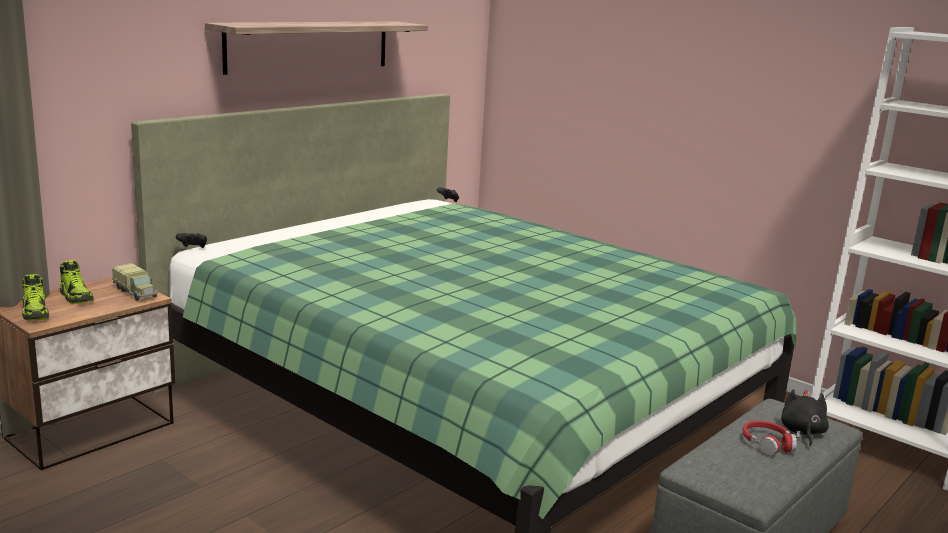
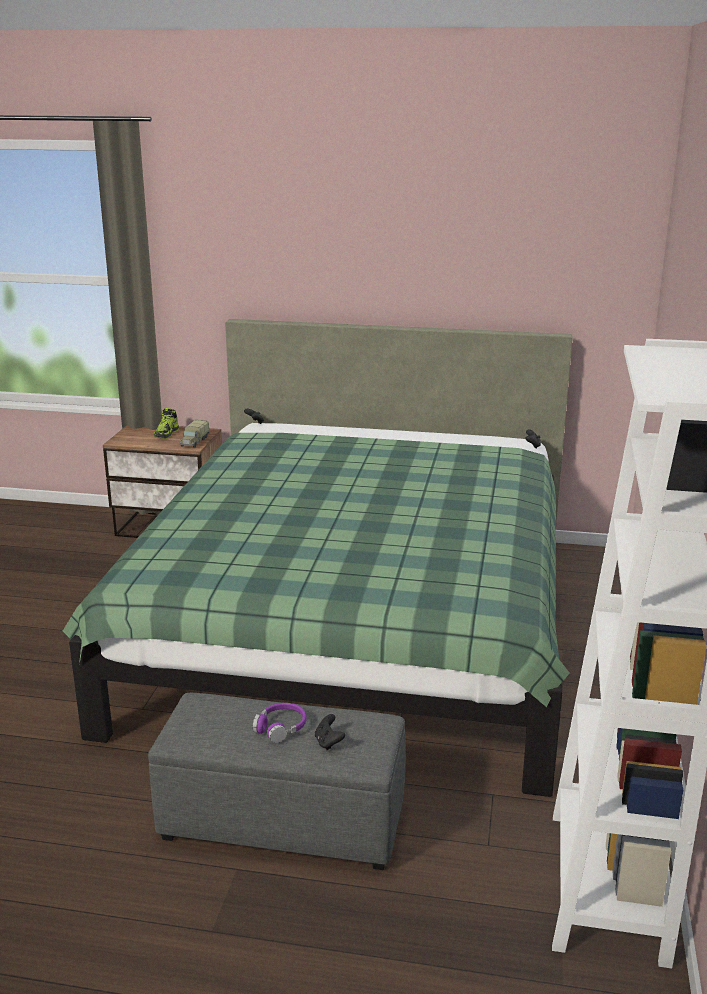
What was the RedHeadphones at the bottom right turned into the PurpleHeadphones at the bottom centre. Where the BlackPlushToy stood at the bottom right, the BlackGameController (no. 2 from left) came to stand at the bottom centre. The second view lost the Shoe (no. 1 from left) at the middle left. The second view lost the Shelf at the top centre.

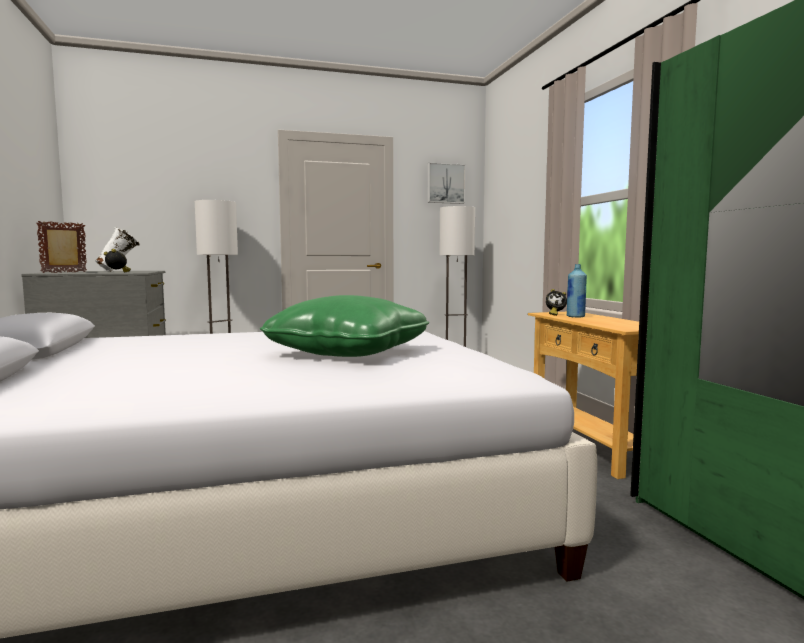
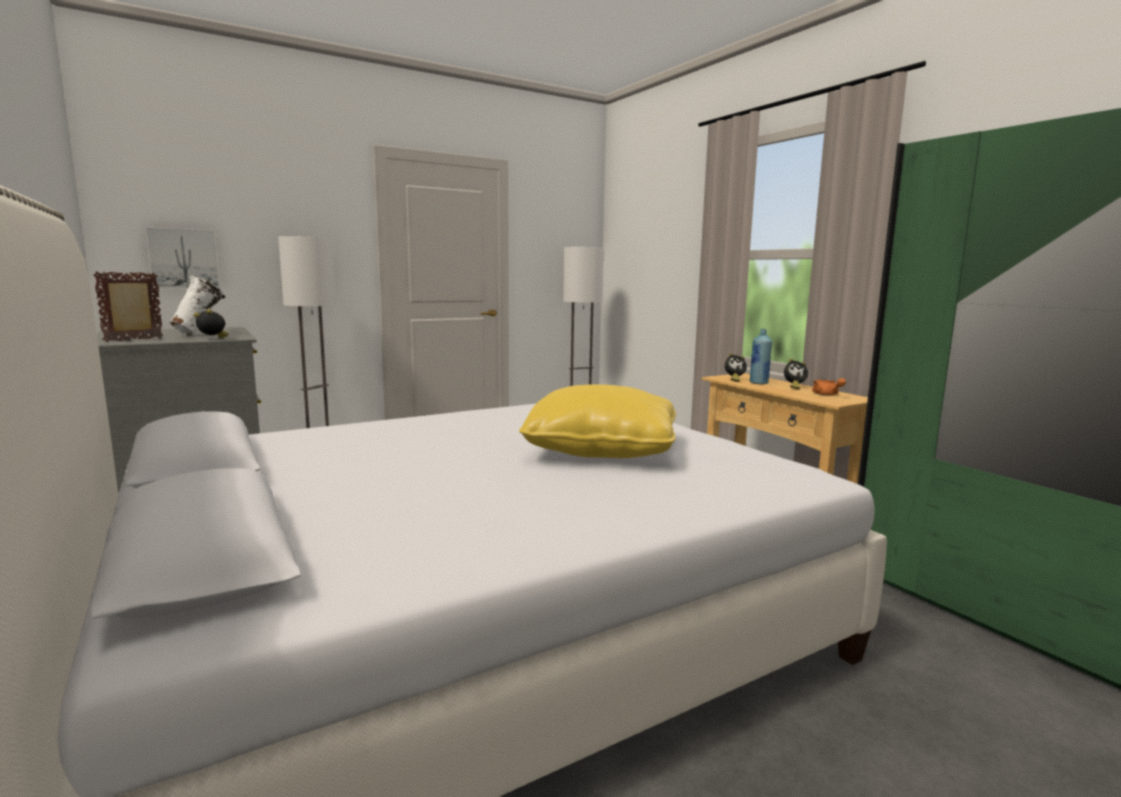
The Picture ended up elsewhere, having gone from the top centre to the top left. What was the GreenPillow at the centre turned into the YellowPillow at the centre. The second view gained the AlarmClock (no. 3 from left) at the middle right. The second view gained the OrangeTeapot at the middle right.

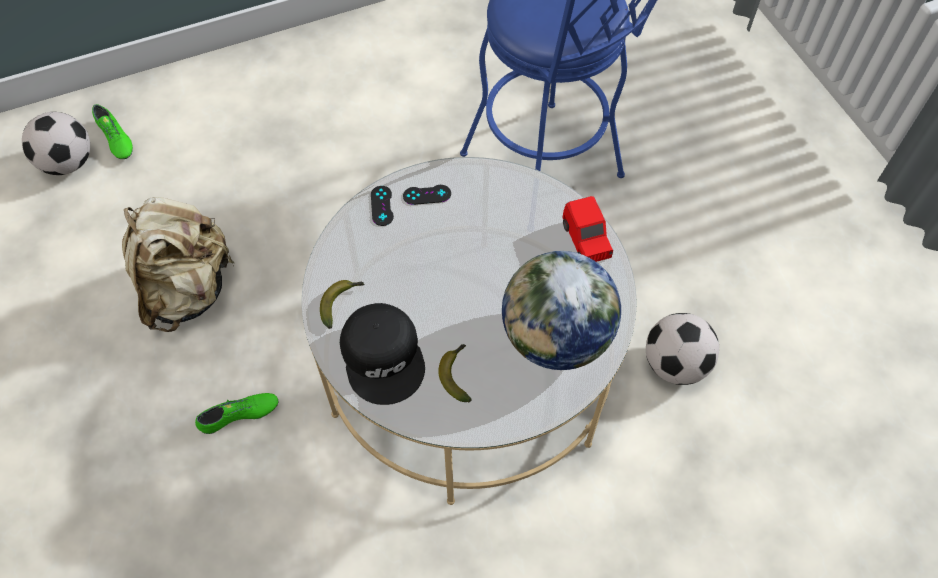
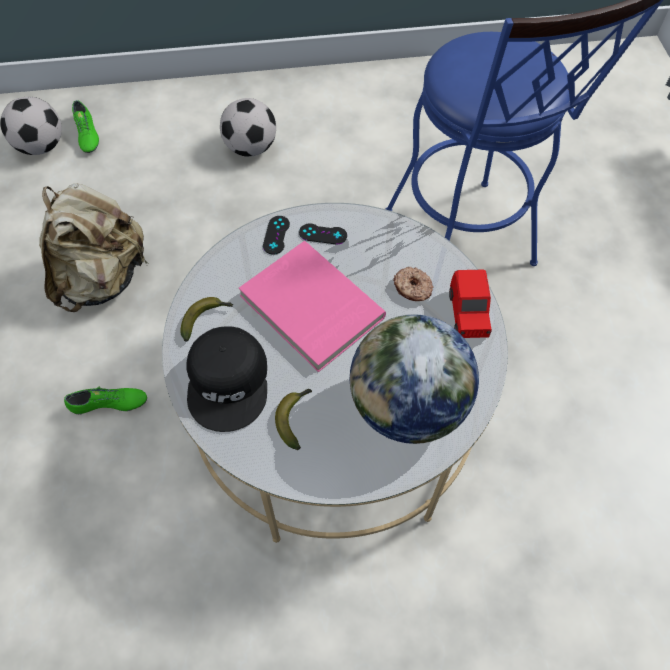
The Football (no. 2 from left) ended up elsewhere, having gone from the middle right to the top centre. The second view gained the PinkBook at the centre. The second view gained the Donut at the centre.

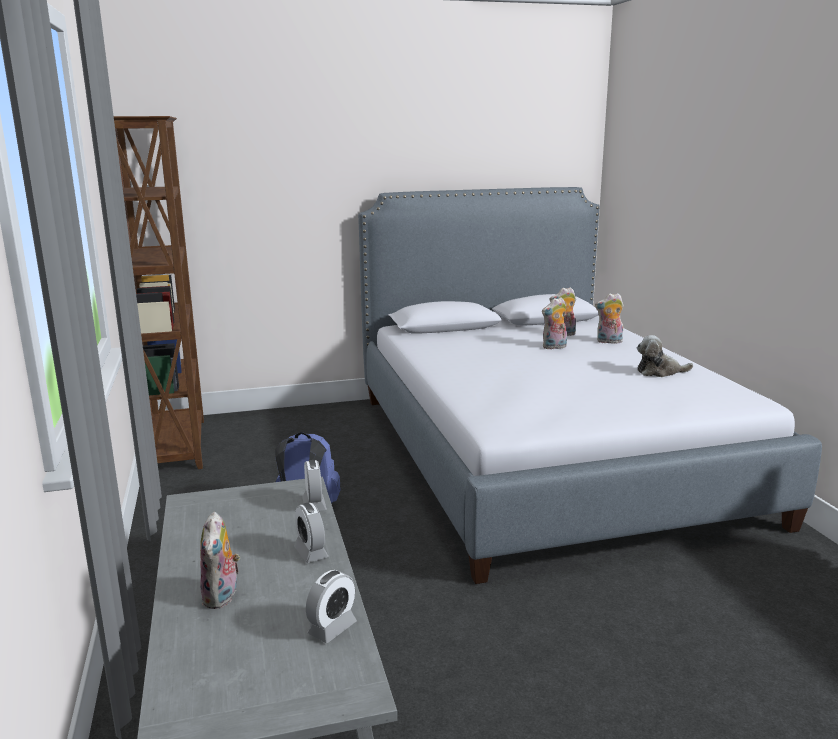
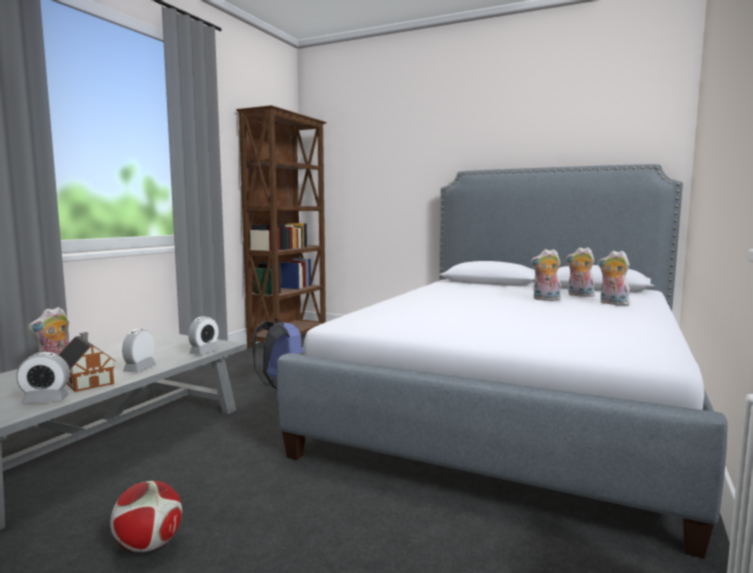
The second view gained the ToyHouse at the middle left. The second view gained the Football at the bottom left. The second view lost the PlushToy (no. 5 from left) at the middle right.

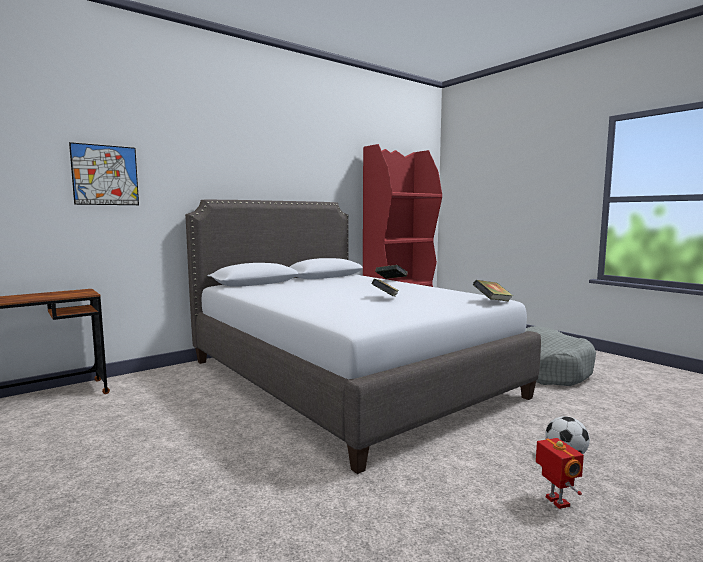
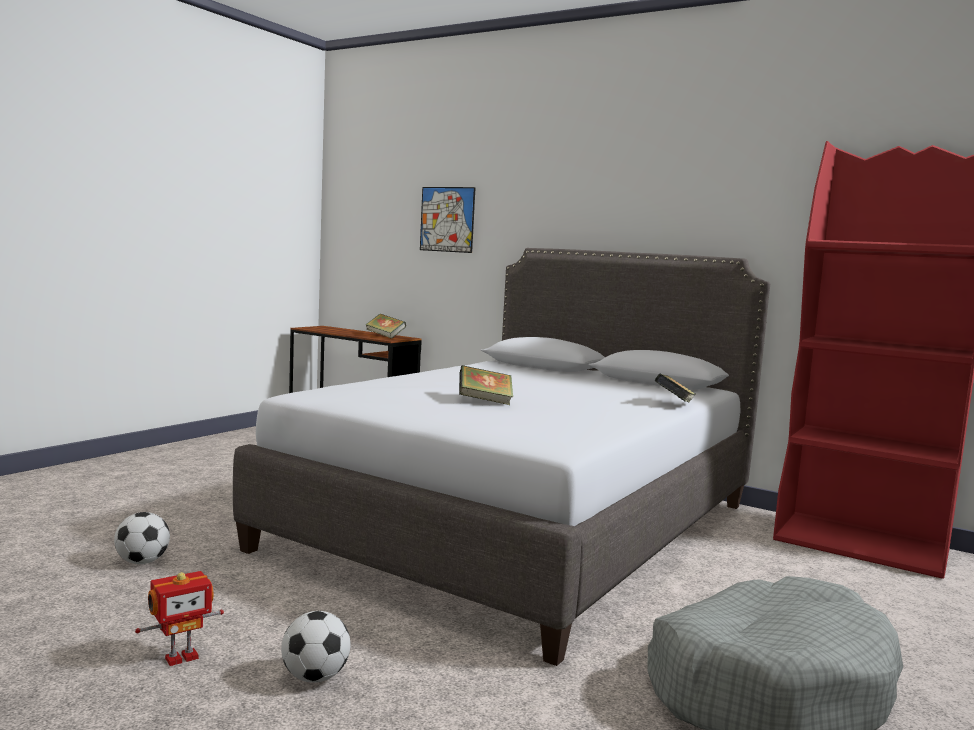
The second view gained the Football (no. 1 from left) at the bottom left. The Book (no. 3 from left in the first image) ended up elsewhere, having gone from the middle right to the centre.

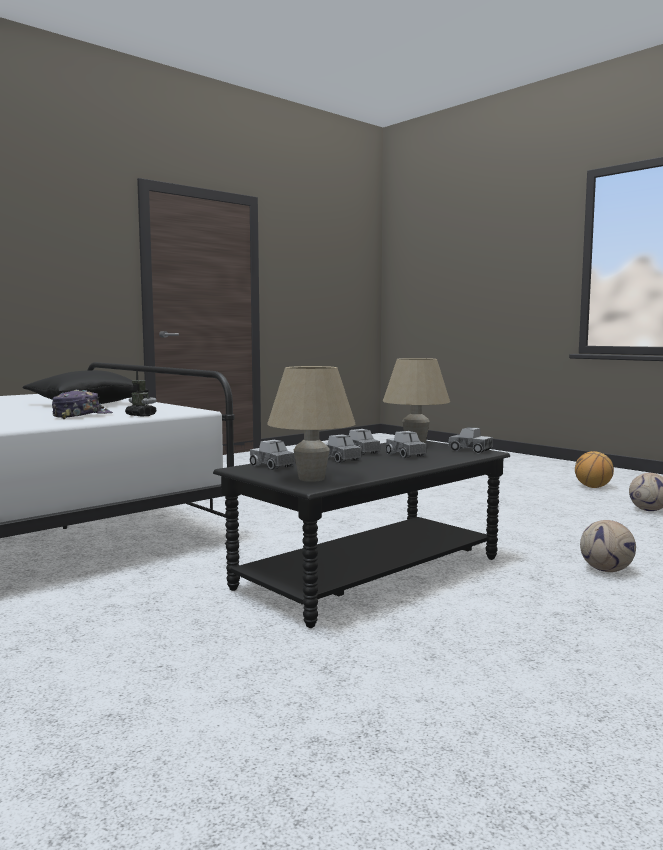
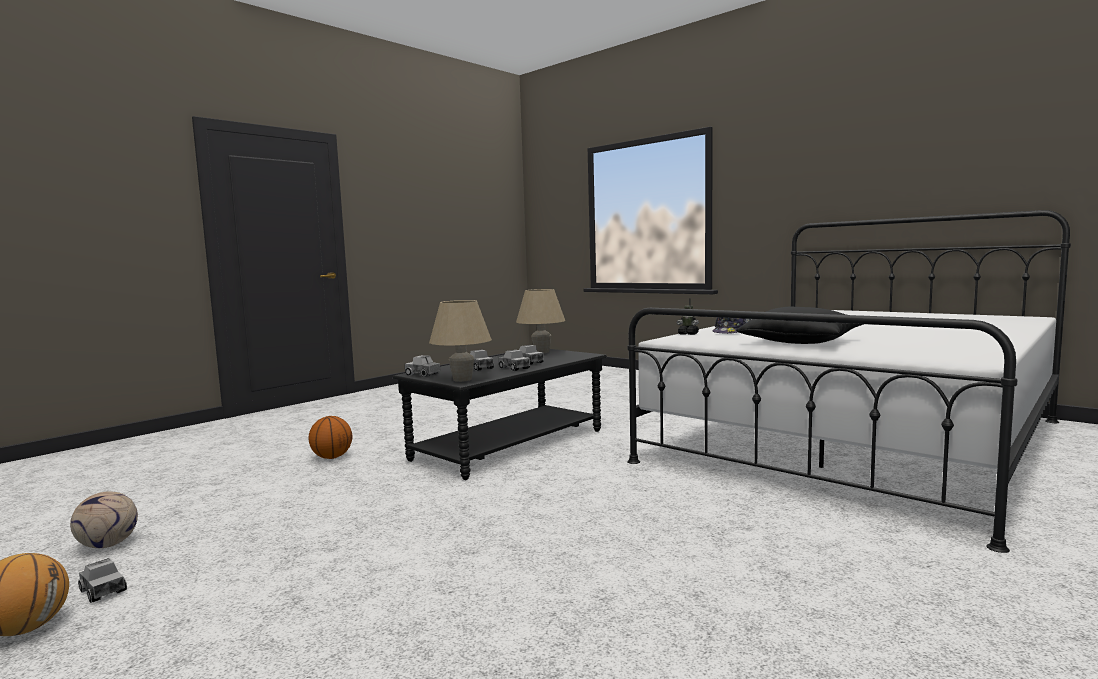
The ToyTruck (no. 1 from left) ended up elsewhere, having gone from the centre to the bottom left. Where the Football (no. 1 from left) stood at the middle right, the Basketball (no. 2 from left) came to stand at the middle left.

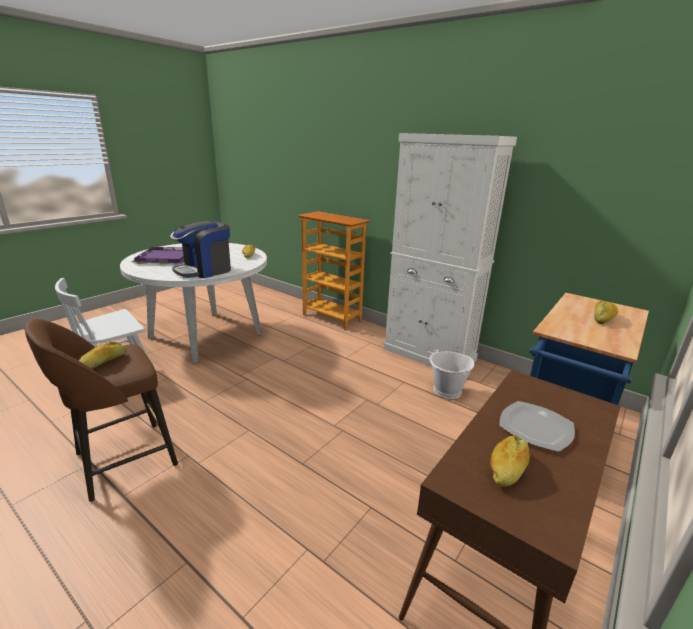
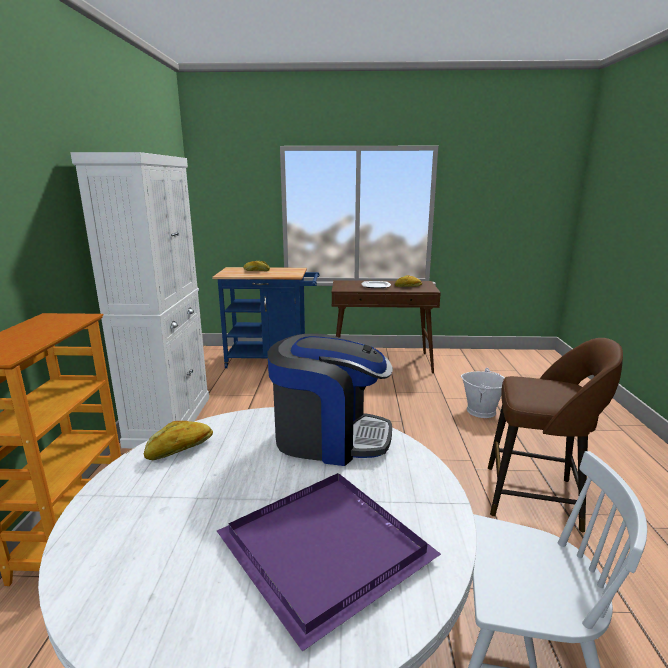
The WhiteBucket ended up elsewhere, having gone from the centre to the middle right. The second view lost the Bread (no. 1 from left) at the middle left.

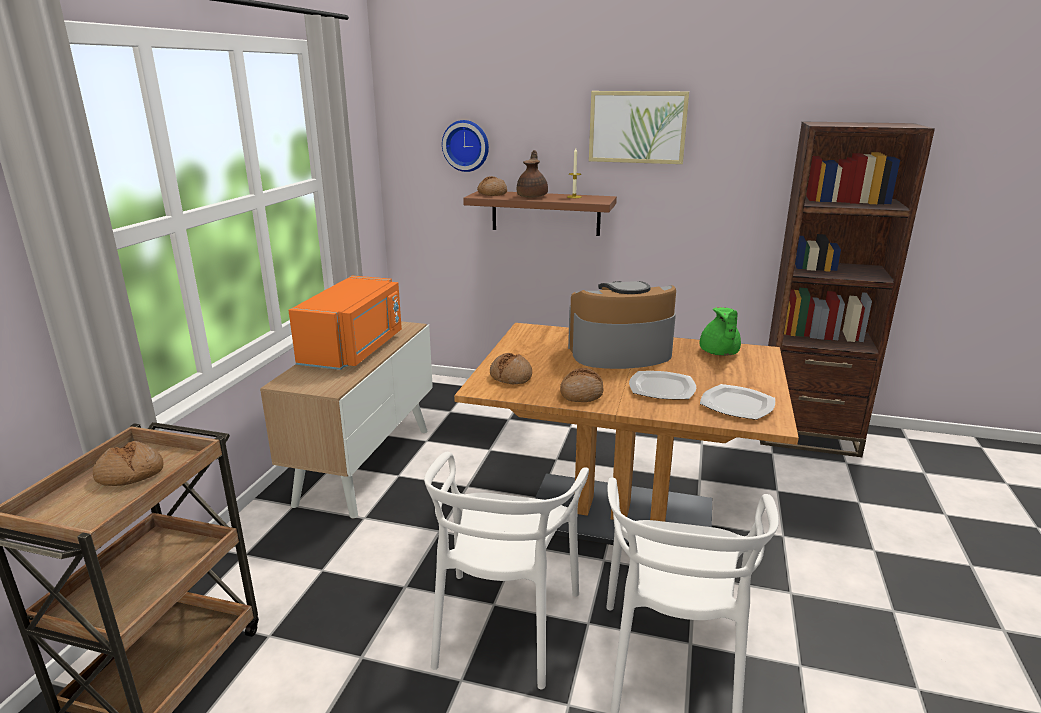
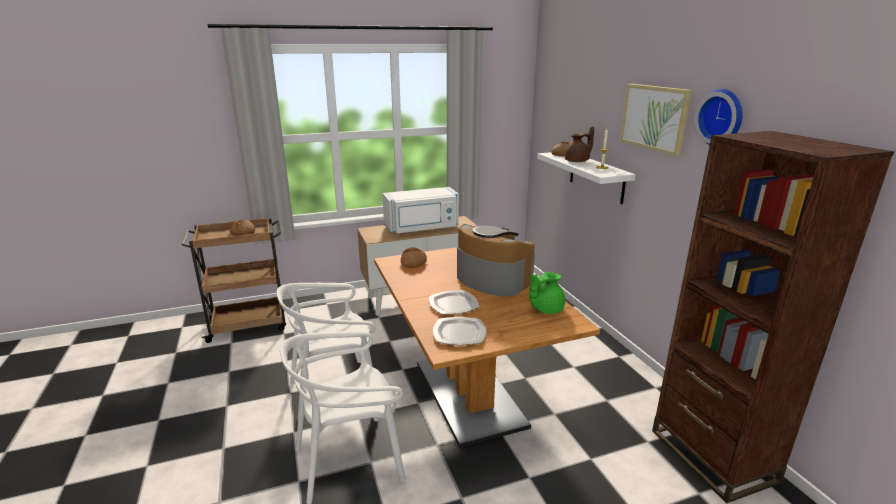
What was the OrangeMicrowave at the middle left turned into the WhiteMicrowave at the centre. What was the BrownShelf at the top centre turned into the WhiteShelf at the centre. The WallClock ended up elsewhere, having gone from the top centre to the top right. The second view lost the Bread (no. 4 from left) at the centre.

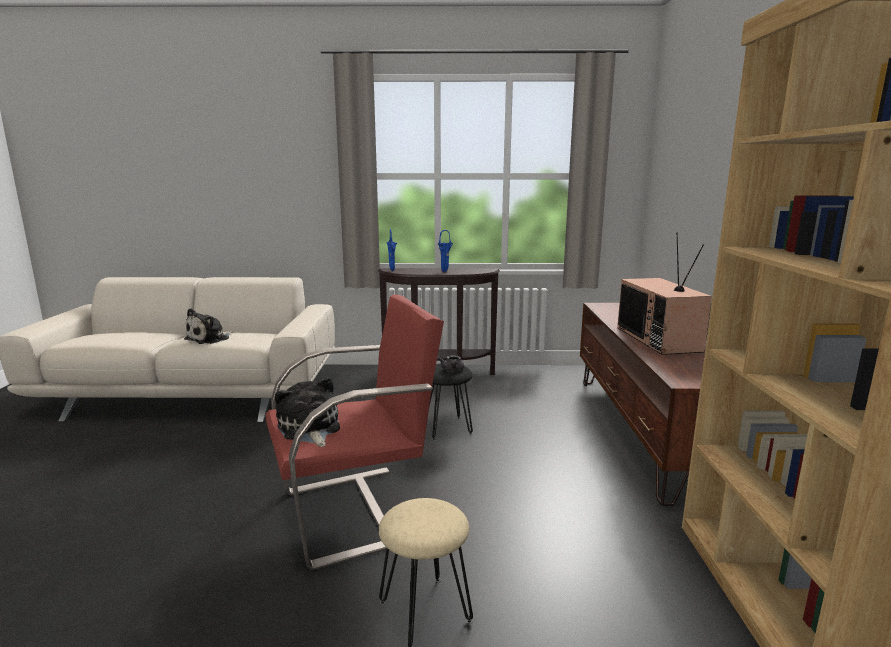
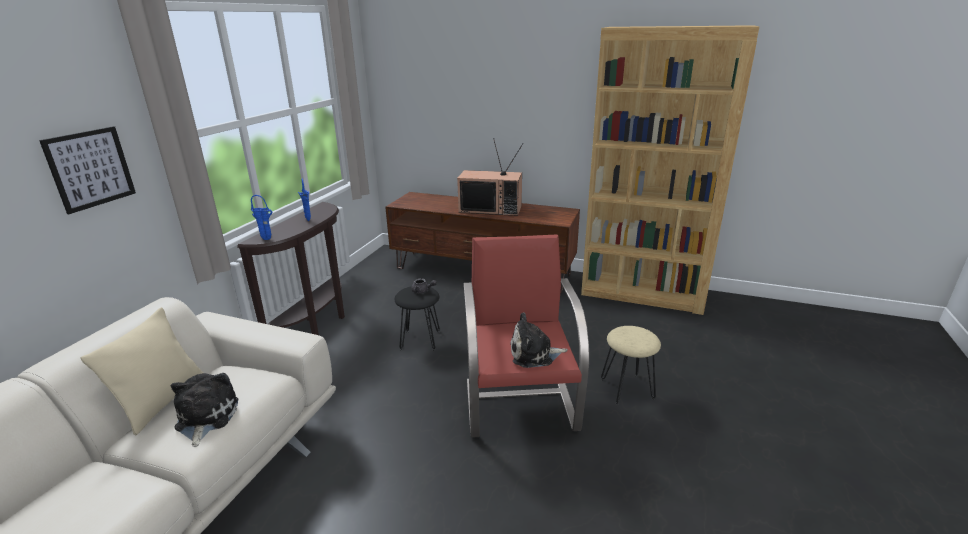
The second view gained the Picture at the top left. The second view gained the BeigePillow at the bottom left. The PlushToy (no. 1 from left) at the middle left ended up facing another way, 150 degrees counterclockwise from before.

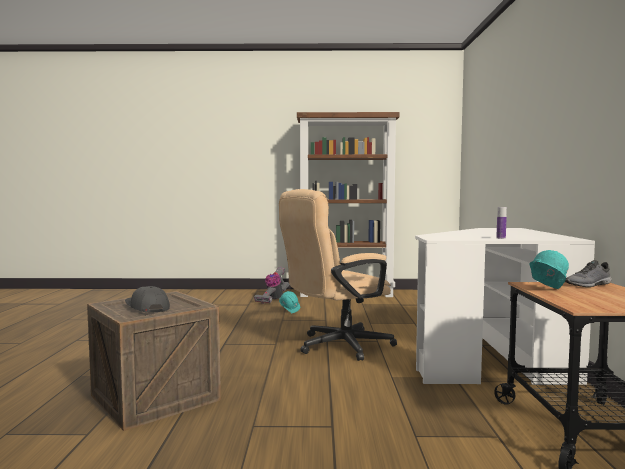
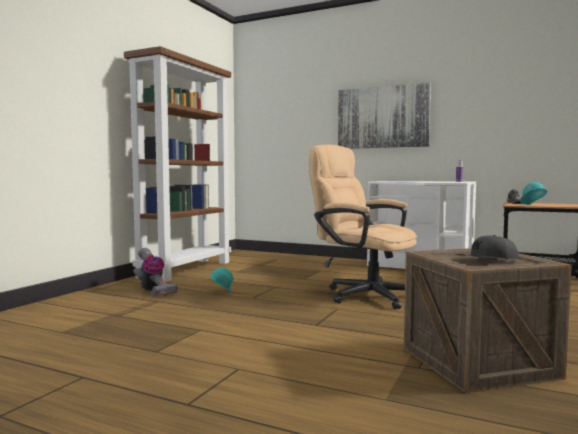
The BeigeOfficeChair at the centre ended up facing another way, 135 degrees clockwise from before. The second view gained the Picture at the top centre.

